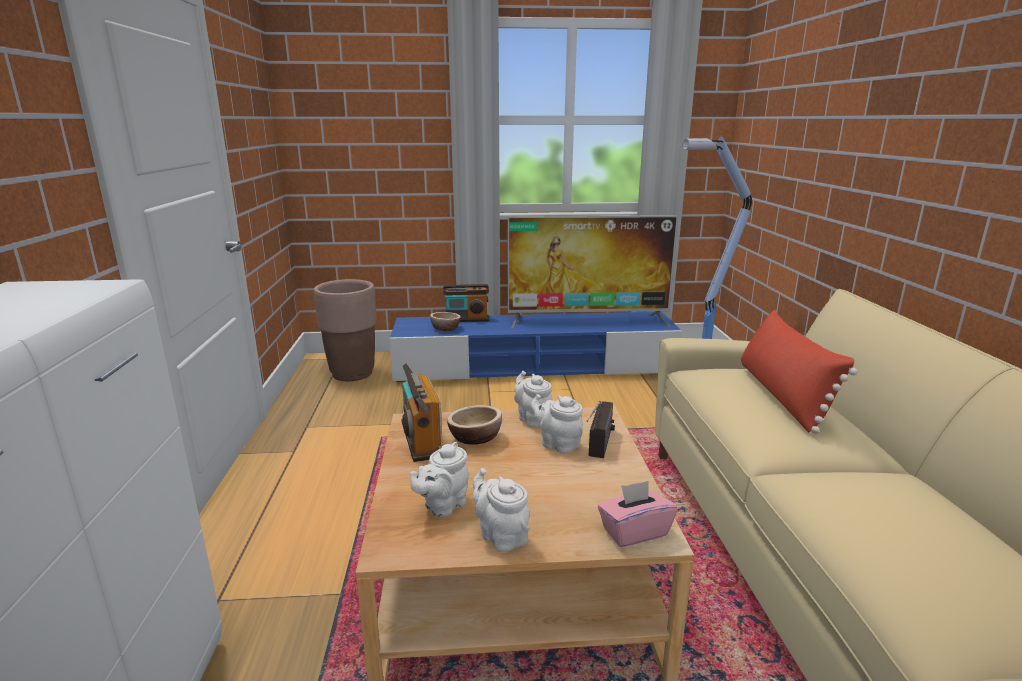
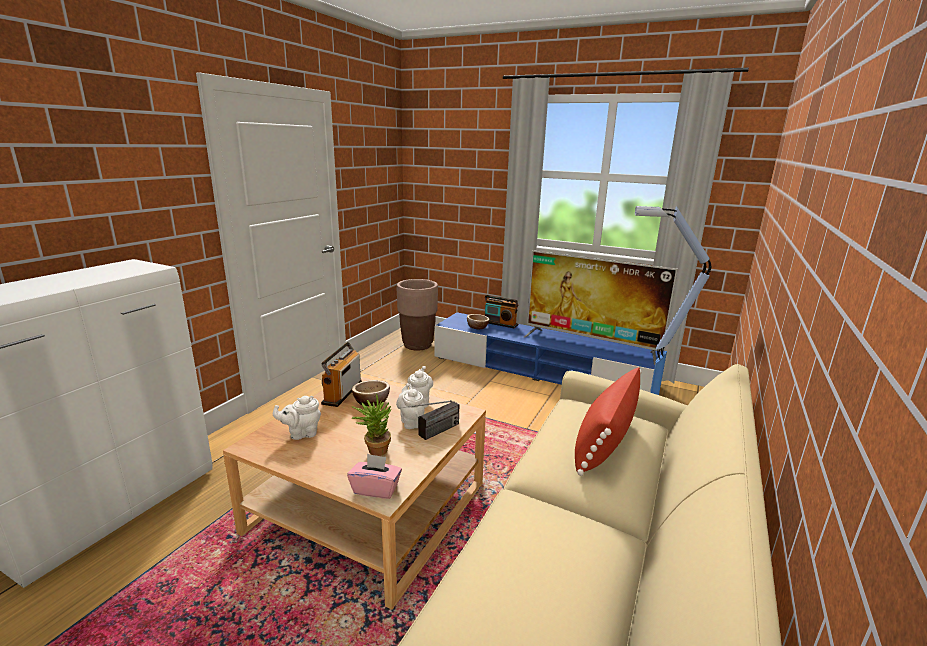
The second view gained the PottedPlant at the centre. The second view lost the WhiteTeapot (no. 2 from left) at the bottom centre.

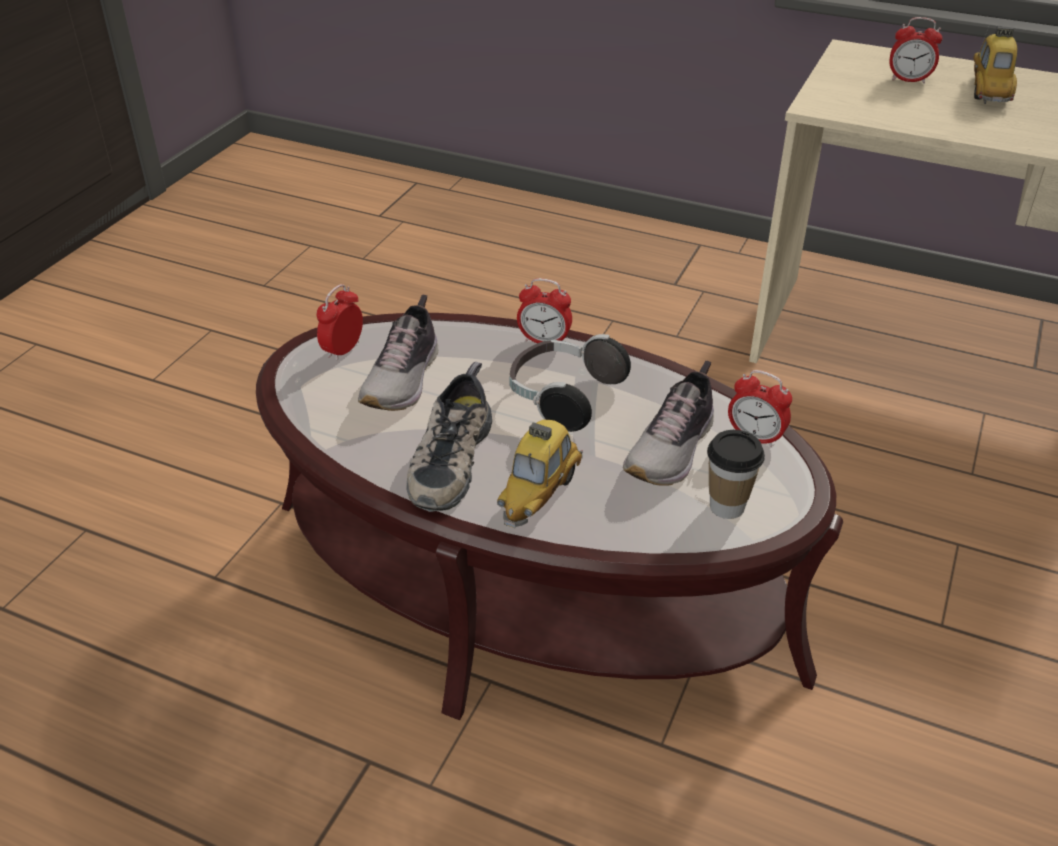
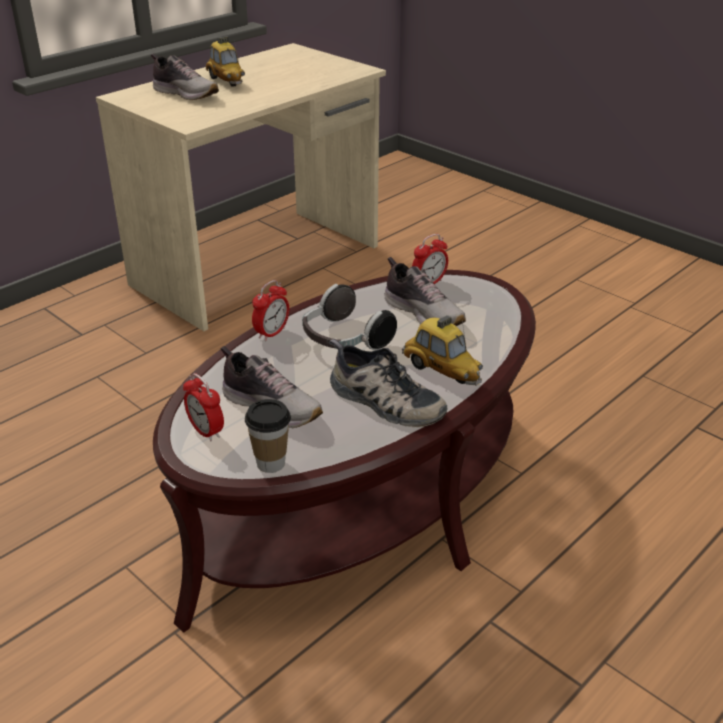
Where the AlarmClock (no. 4 from left) stood at the top right, the Shoe (no. 1 from left) came to stand at the top left. The ToyCar (no. 2 from left in the first image) at the top right ended up facing another way, 150 degrees counterclockwise from before. The Cup ended up elsewhere, having gone from the middle right to the centre.

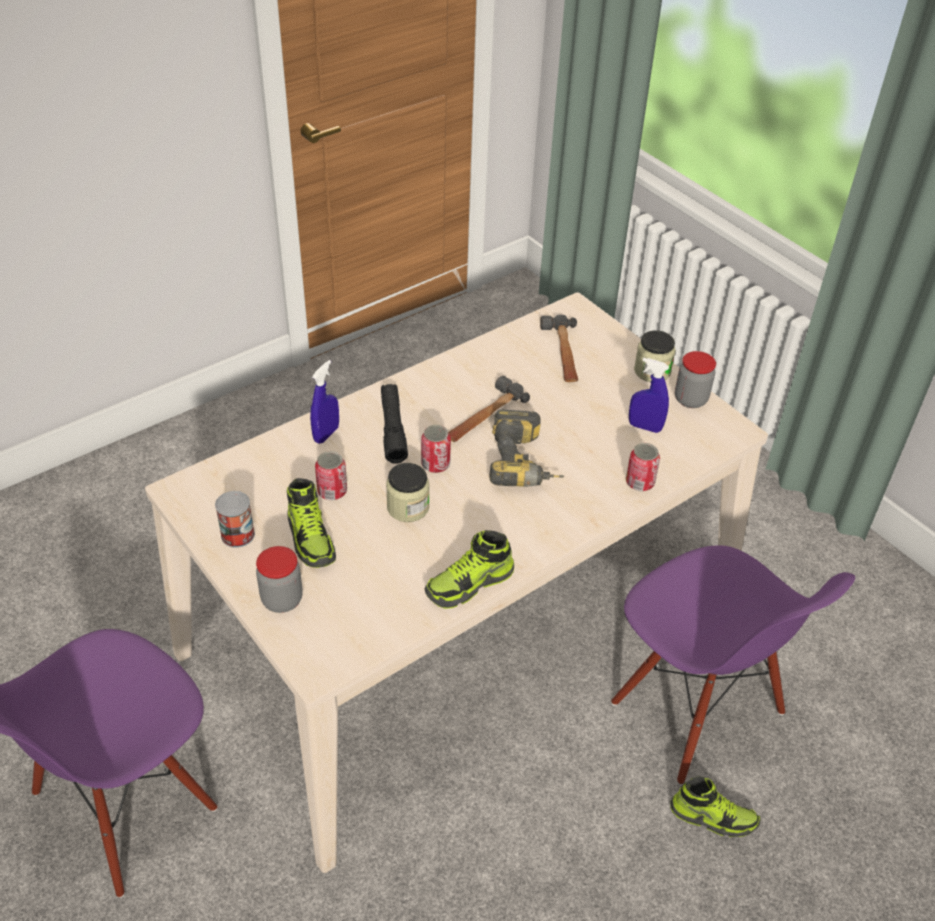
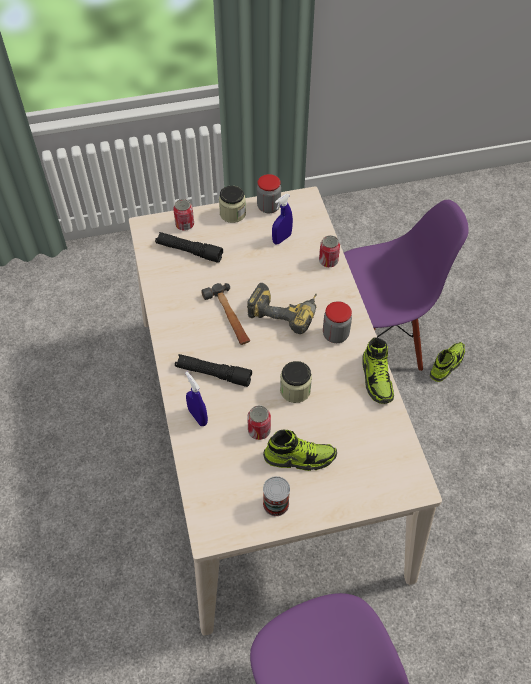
Where the Hammer (no. 2 from left) stood at the centre, the BlackFlashlight (no. 1 from left) came to stand at the centre. The Can (no. 3 from left in the first image) ended up elsewhere, having gone from the centre to the top centre. The Jar (no. 1 from left in the first image) ended up elsewhere, having gone from the middle left to the centre.

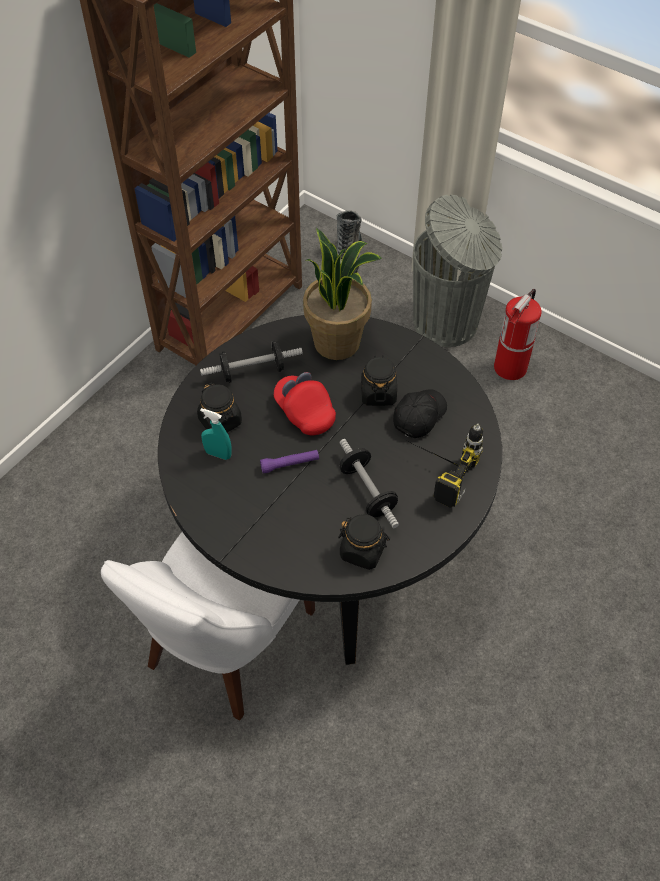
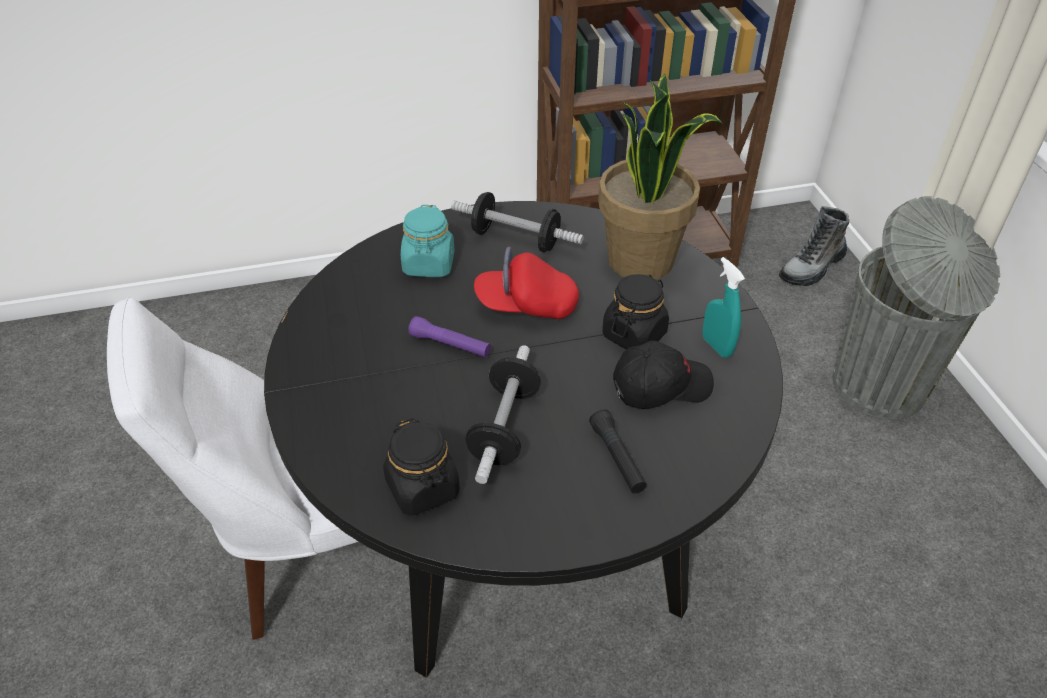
What was the BlackJar (no. 1 from left) at the middle left turned into the TurquoiseJar at the centre. The RedCap at the centre ended up facing another way, 90 degrees counterclockwise from before. Where the PowerDrill stood at the middle right, the BlackFlashlight came to stand at the centre. The TurquoiseSprayBottle ended up elsewhere, having gone from the middle left to the middle right. The second view lost the FireExtinguisher at the middle right.

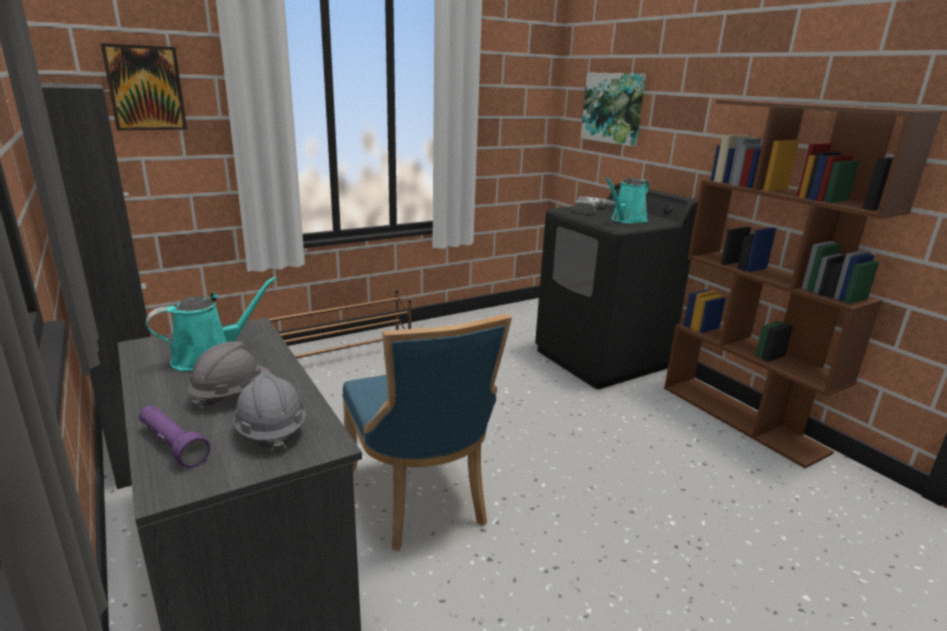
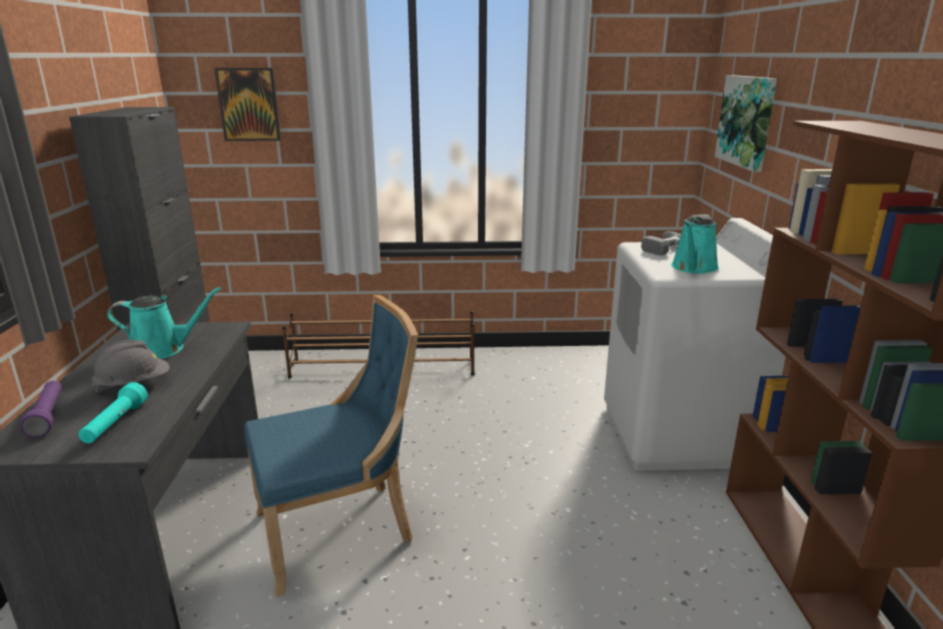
Where the GreyHardHat (no. 2 from left) stood at the middle left, the TurquoiseFlashlight came to stand at the middle left. The BlueChair at the bottom centre ended up facing another way, 120 degrees counterclockwise from before. What was the BlackWashingMachine at the centre turned into the WhiteWashingMachine at the middle right. The TurquoiseWateringCan (no. 2 from left) at the top centre ended up facing another way, 45 degrees counterclockwise from before.

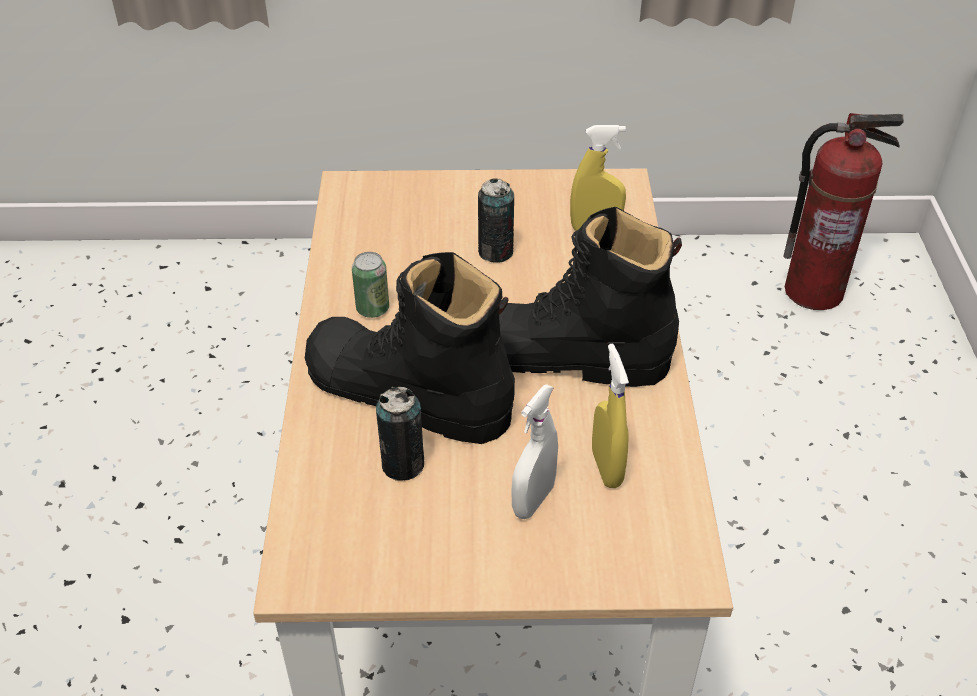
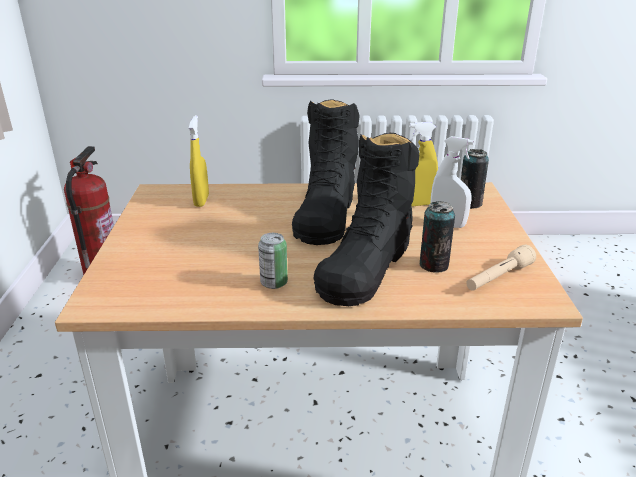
The Can (no. 3 from left) ended up elsewhere, having gone from the top centre to the middle right. The second view gained the BeigeFlashlight at the middle right.

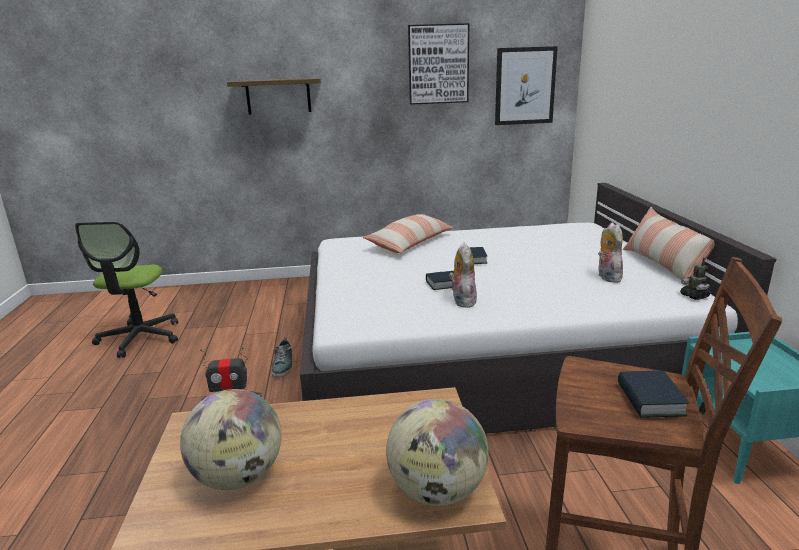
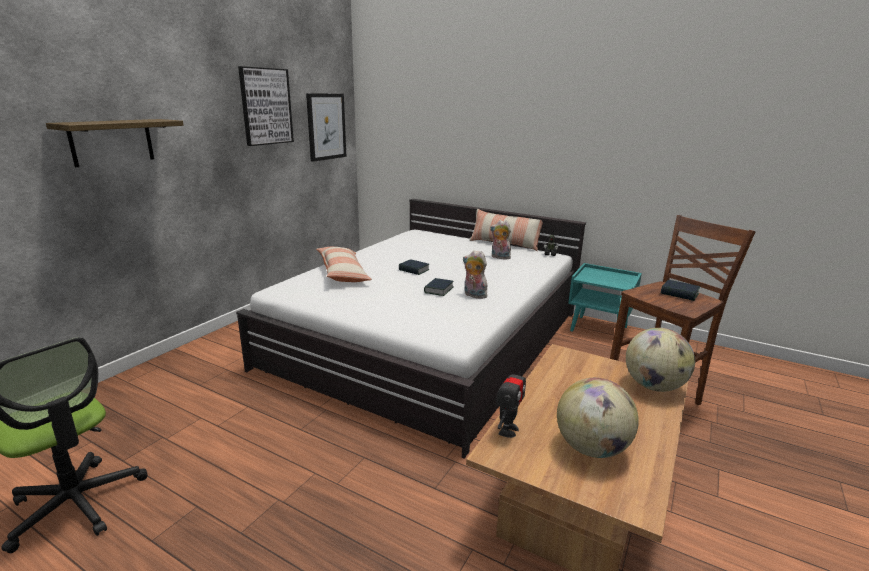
The second view lost the Shoe at the centre.

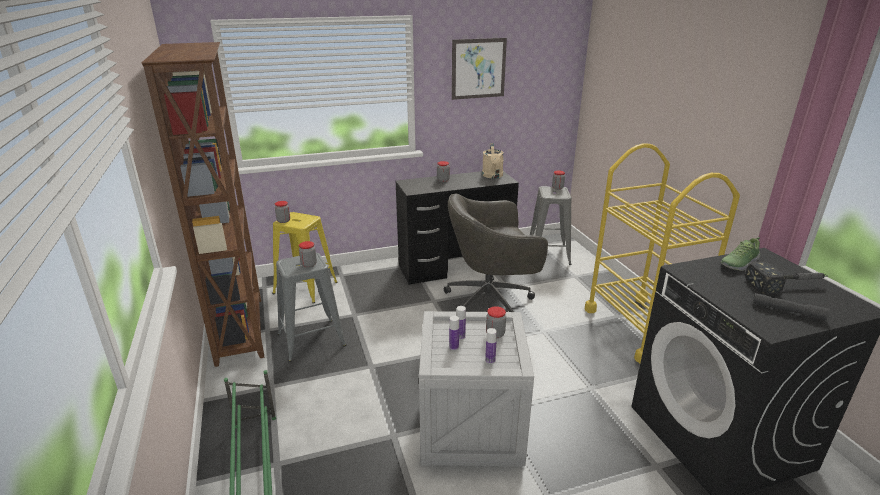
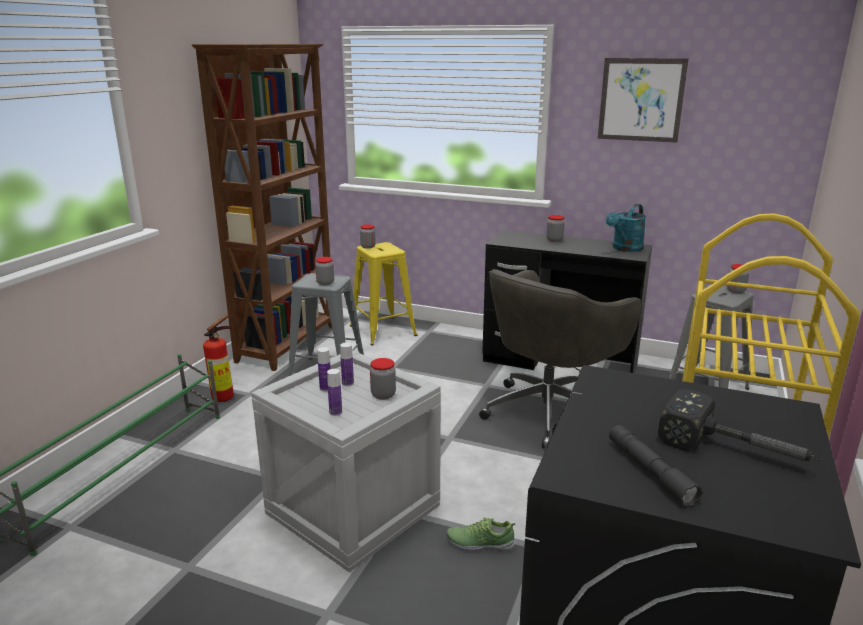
The second view gained the FireExtinguisher at the middle left. The Shoe ended up elsewhere, having gone from the middle right to the bottom centre. The GreyOfficeChair at the centre ended up facing another way, 75 degrees counterclockwise from before. What was the BeigeWateringCan at the top centre turned into the TurquoiseWateringCan at the middle right.

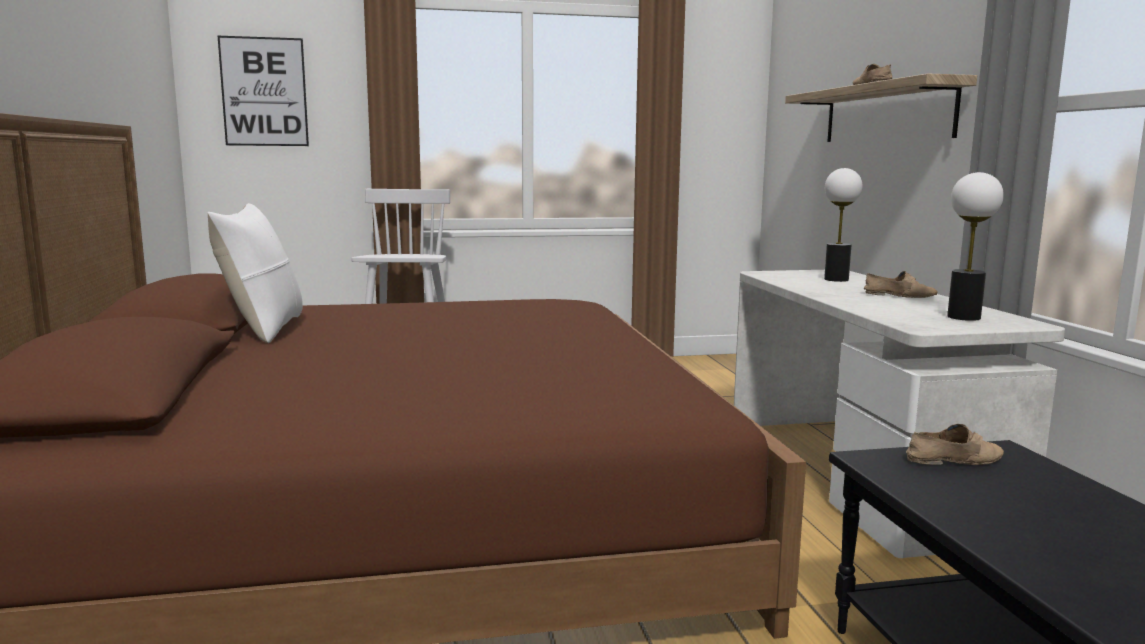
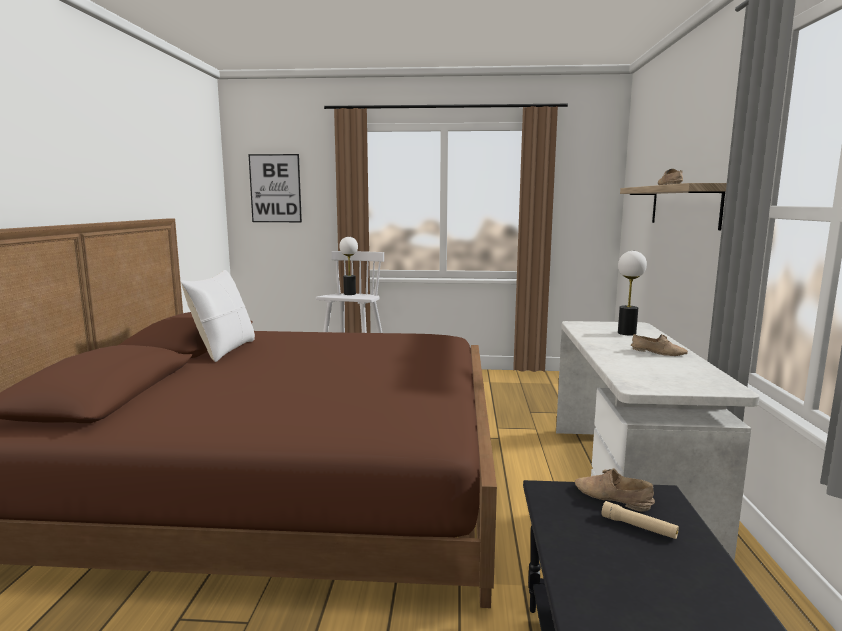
The TableLamp (no. 2 from left in the first image) ended up elsewhere, having gone from the middle right to the centre. The BeigeShoe (no. 3 from left in the first image) at the bottom right ended up facing another way, 150 degrees counterclockwise from before. The second view gained the BeigeFlashlight at the bottom right.

